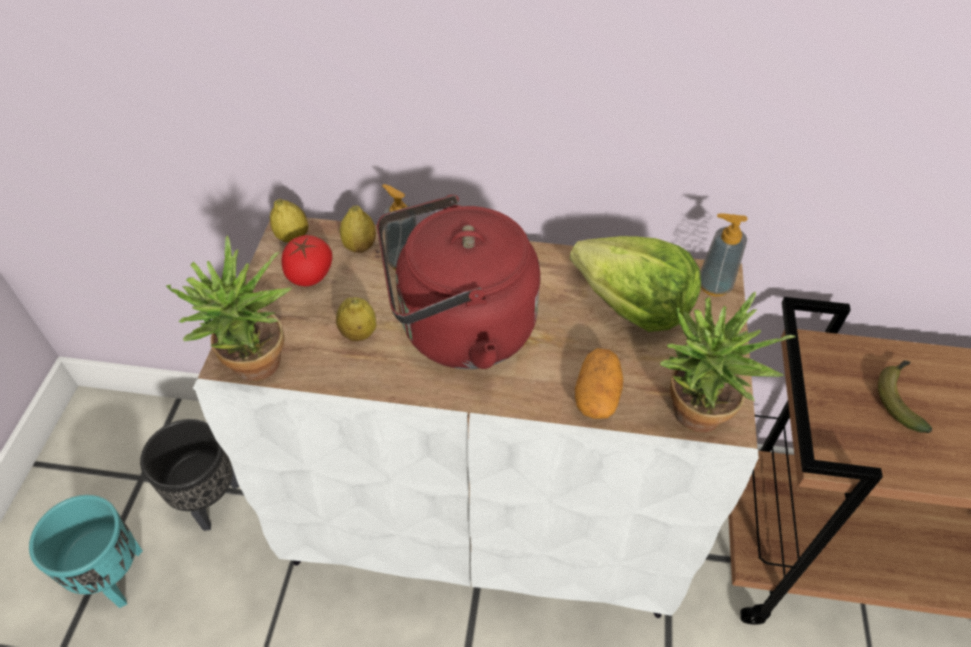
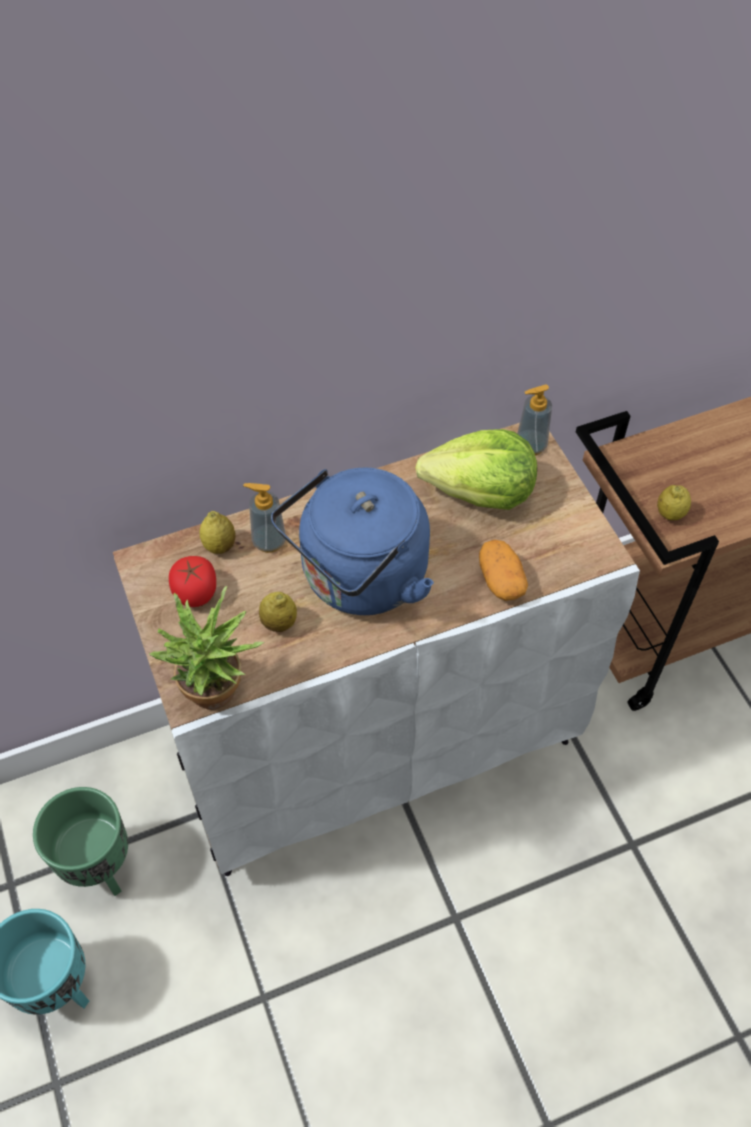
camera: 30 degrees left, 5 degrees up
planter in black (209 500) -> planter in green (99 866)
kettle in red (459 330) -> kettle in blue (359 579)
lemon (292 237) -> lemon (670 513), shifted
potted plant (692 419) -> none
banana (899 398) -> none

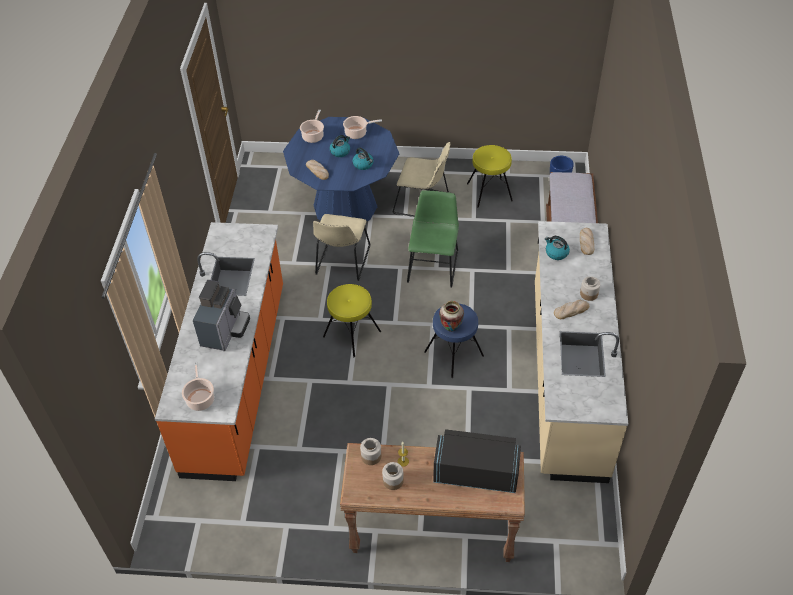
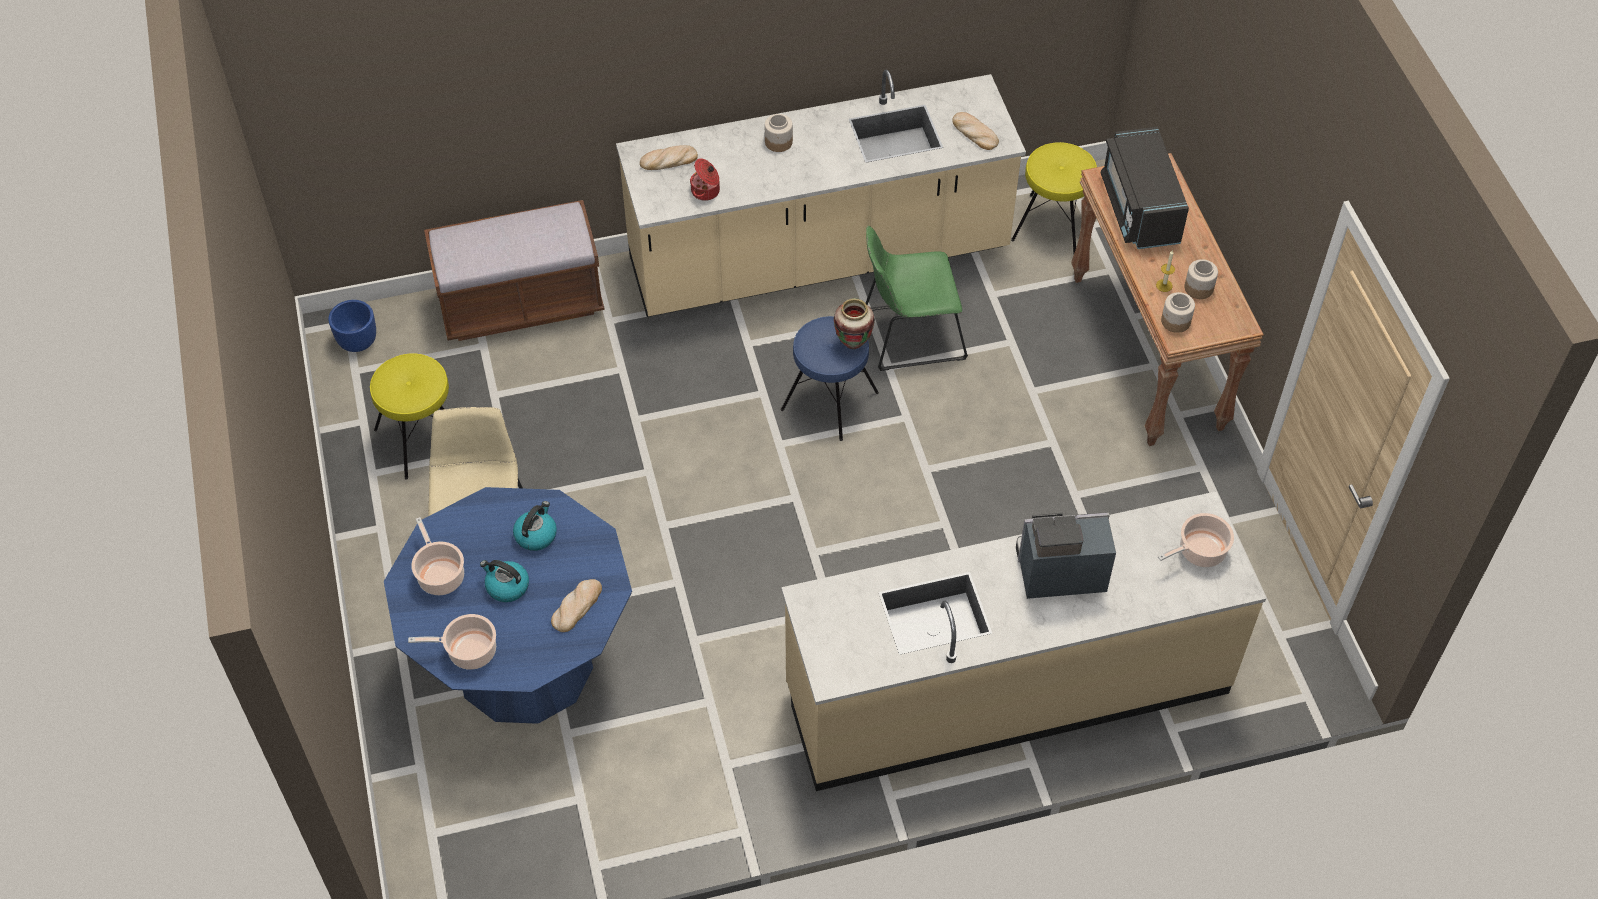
camera: 110 degrees left, 5 degrees up
kettle (556 253) -> cooking pot (706 191)
counter in orange (237 377) -> counter in beige (1006 689)
chair in green (433 264) -> chair in green (909 335), shifted
bread (571 310) -> bread (974 133), shifted
stool in yellow (351 334) -> stool in yellow (1053 226), shifted
chair in beige (342 262) -> none

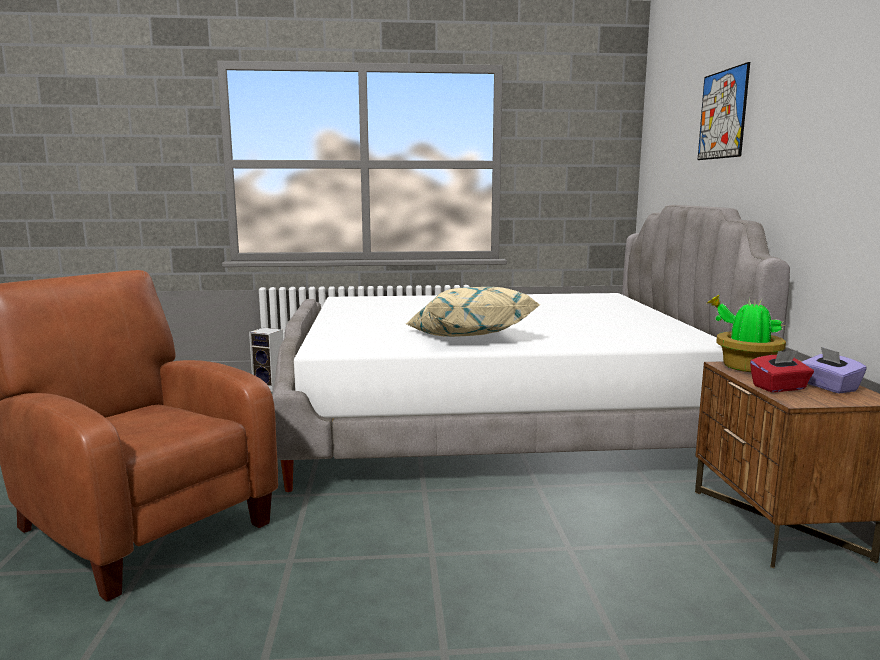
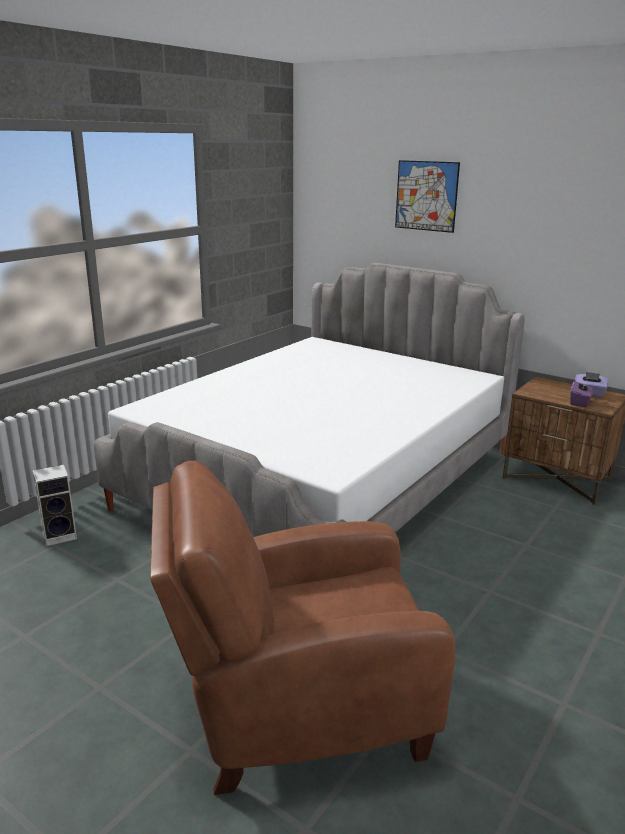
camera: 50 degrees left, 10 degrees up
tissue box in red (779 388) -> tissue box in purple (579 402)
pillow in beige (468 338) -> none
potted plant (744 367) -> none

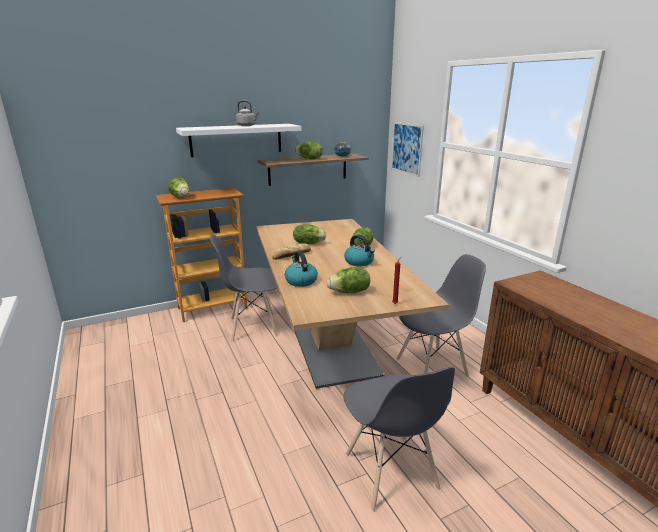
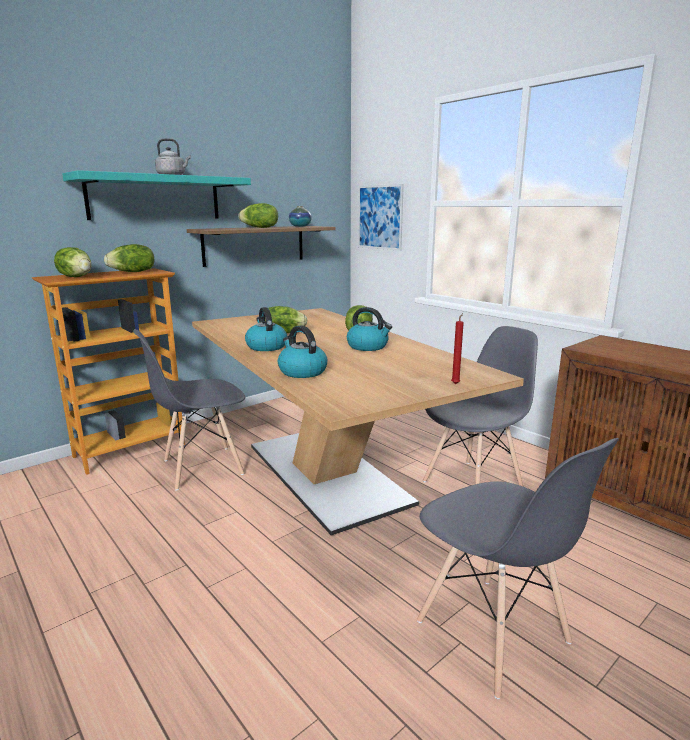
camera: 15 degrees left, 5 degrees down
shelf in white (236 140) -> shelf in turquoise (155 198)
lettuce (350 292) -> lettuce (133 272), shifted
bread (291 255) -> kettle (266 346)

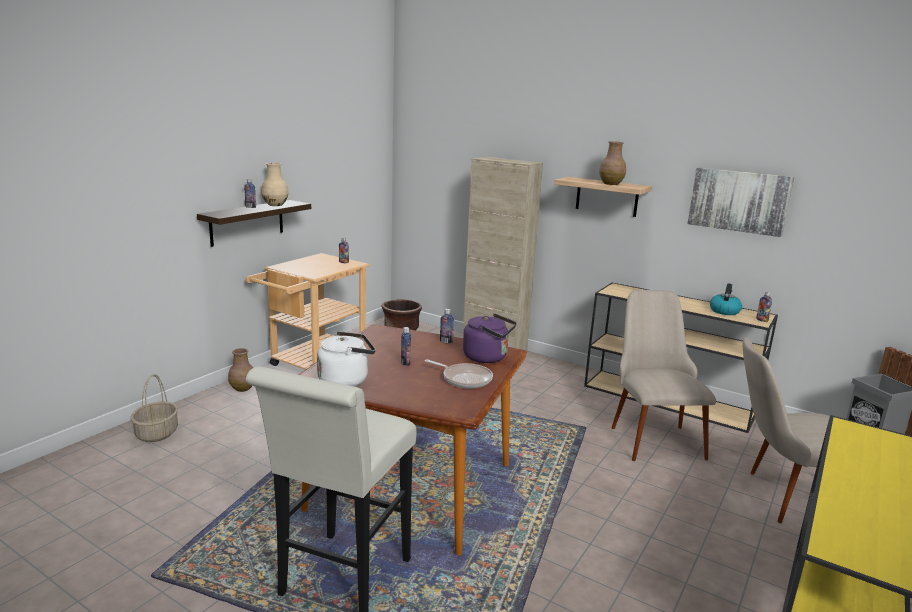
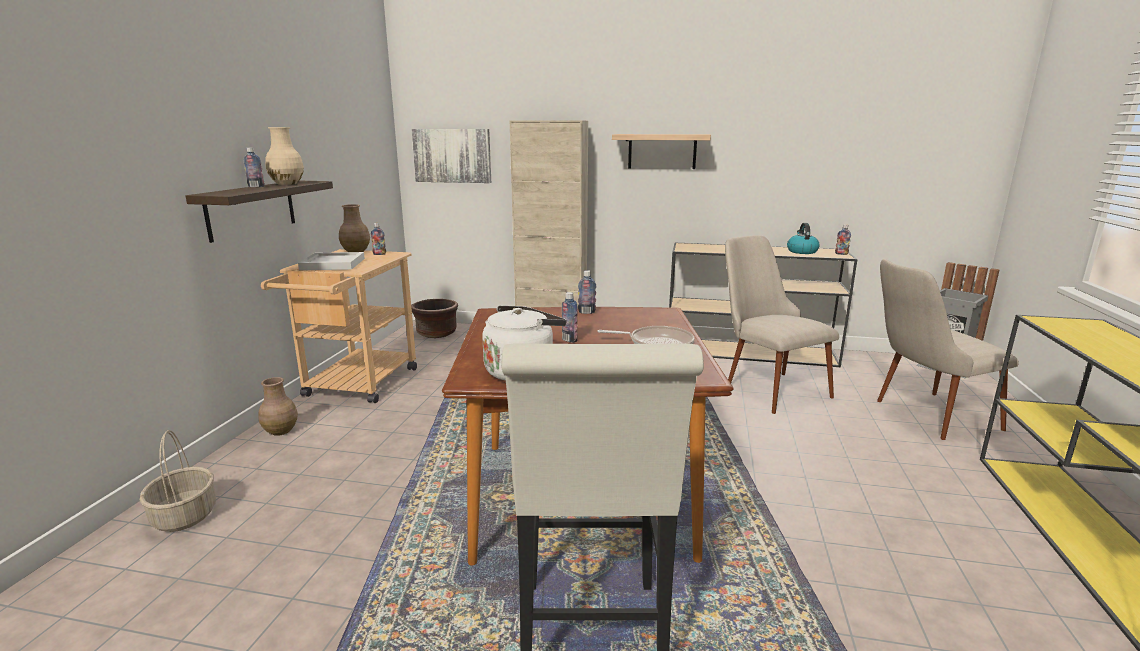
camera: 20 degrees left, 0 degrees up
none -> tray in white (334 264)
vase in brown (611 184) -> vase in brown (356 251), shifted
picture (739 201) -> picture (452 155), shifted
kettle in purple (488 357) -> none

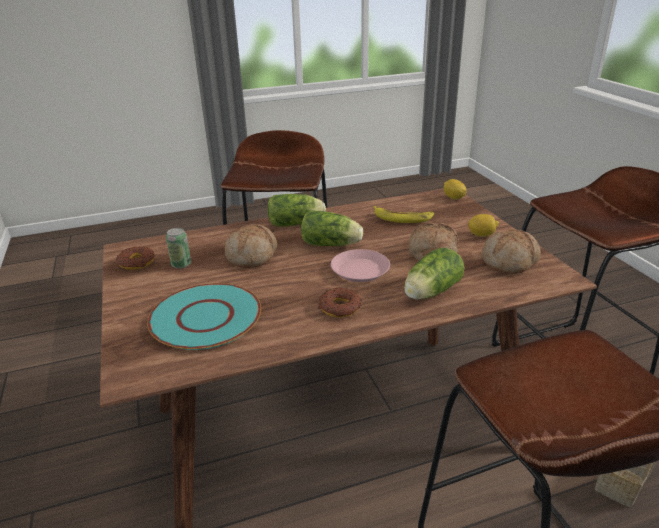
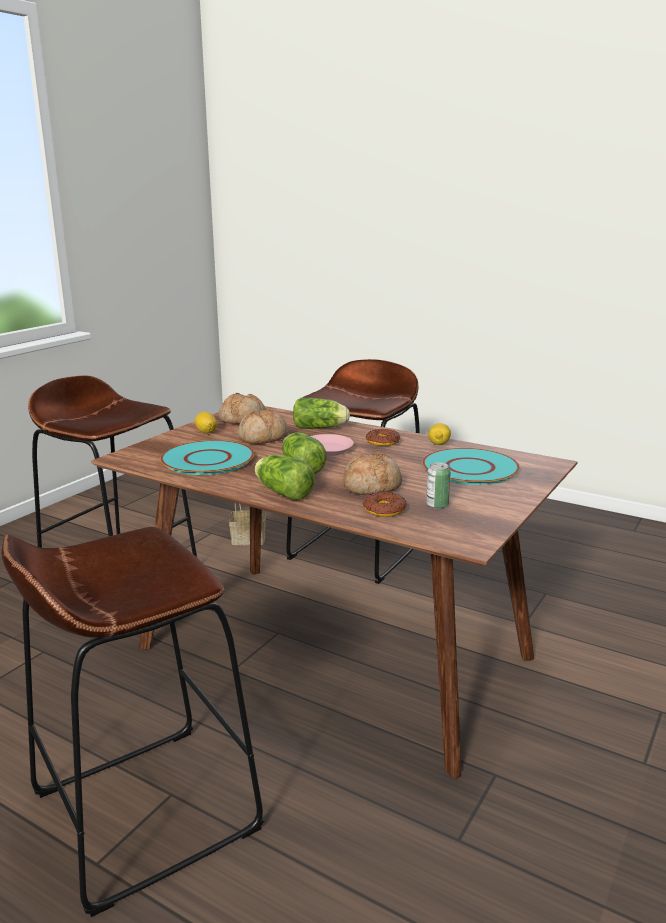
camera: 130 degrees left, 10 degrees down
banana (403 218) -> plate in turquoise (207 459)
donut (137 262) -> donut (384 510), shifted
lemon (453 198) -> lemon (439 444), shifted

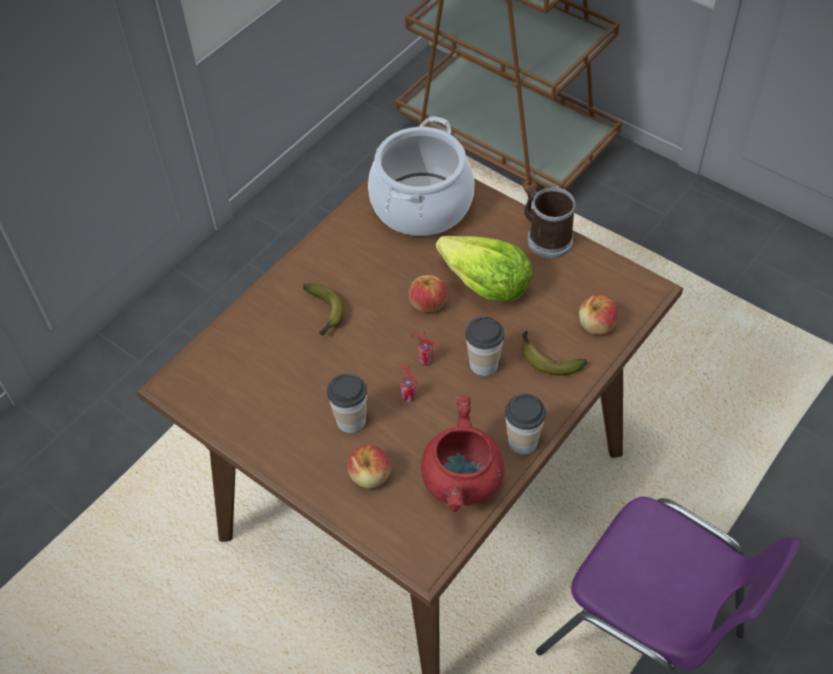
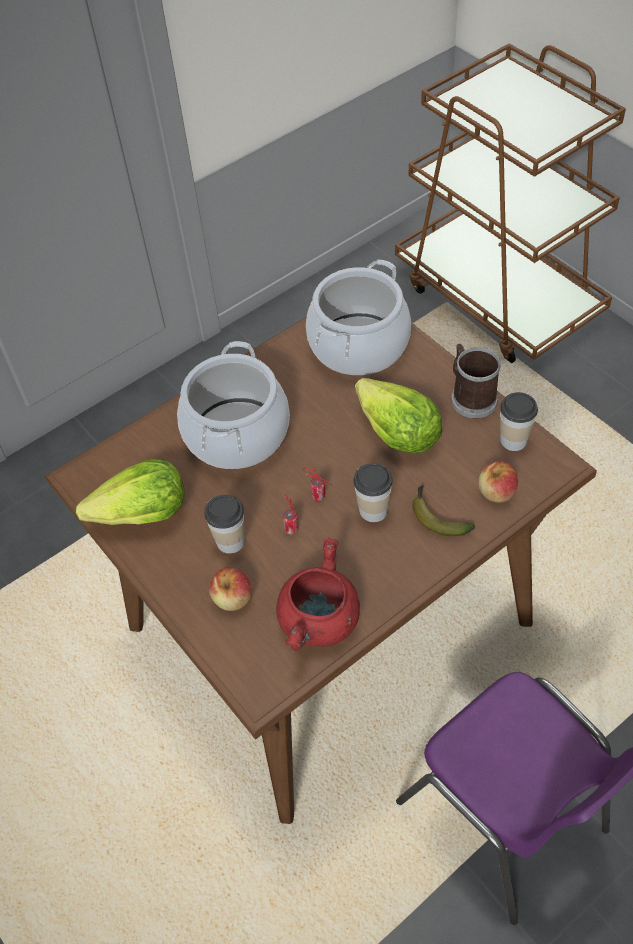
camera: 15 degrees right, 0 degrees up
none -> lettuce (142 515)
banana (324 313) -> cooking pot (236 433)
cup (522 441) -> cup (513 440), shifted
apple (428 303) -> none

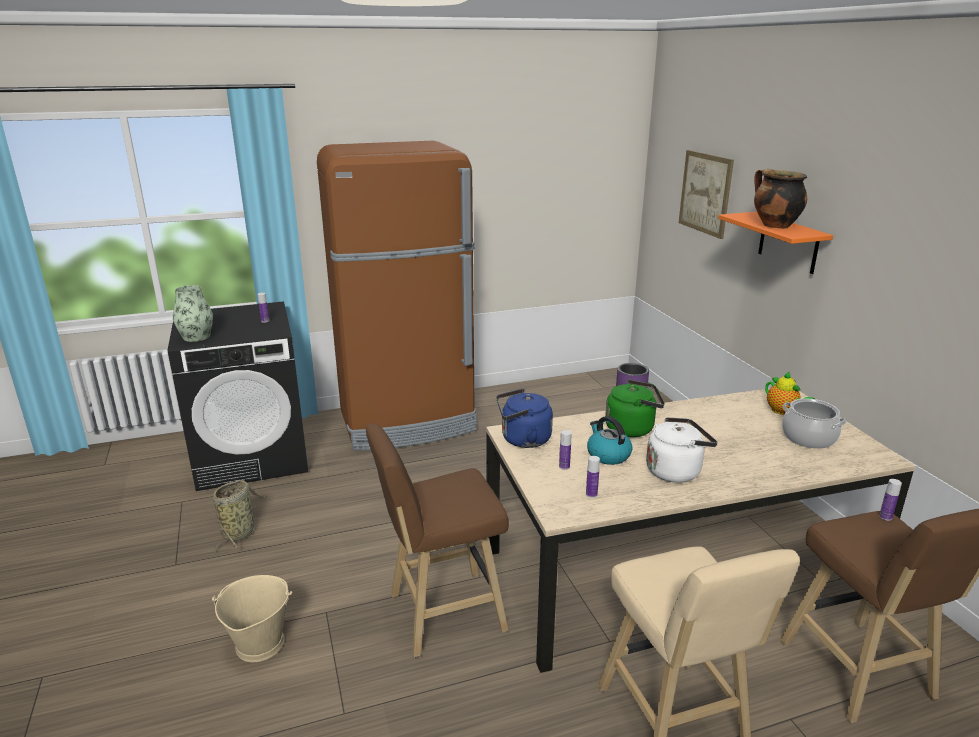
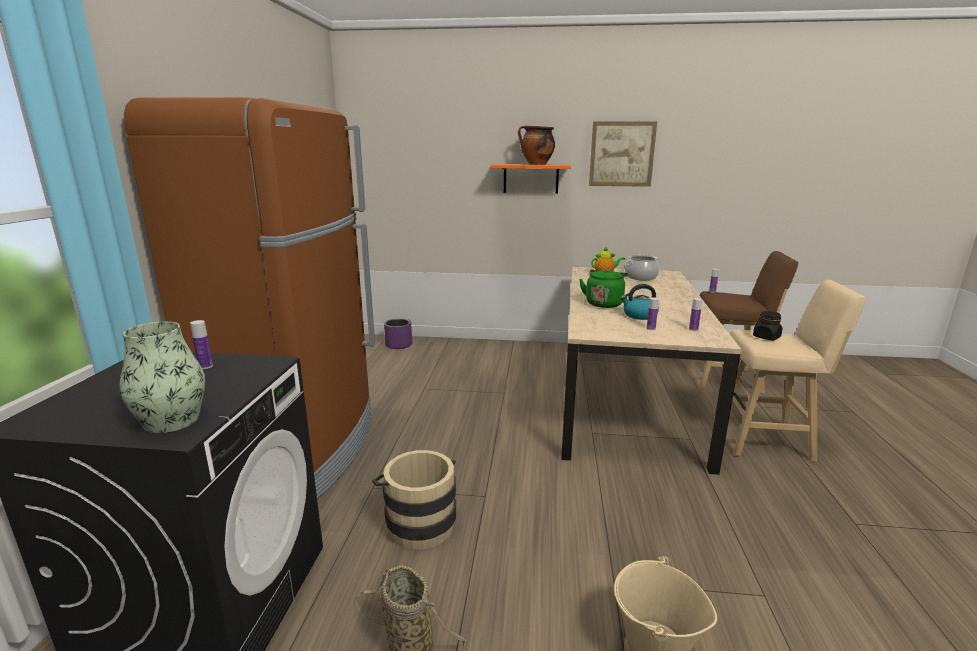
camera: 65 degrees left, 5 degrees down
none -> bucket in beige (418 522)
picture (705 193) -> picture (622 154), shifted
none -> jar in black (766 337)
stool in brown (441 613) -> none
kettle in blue (522 440) -> none
kettle in white (676 471) -> none

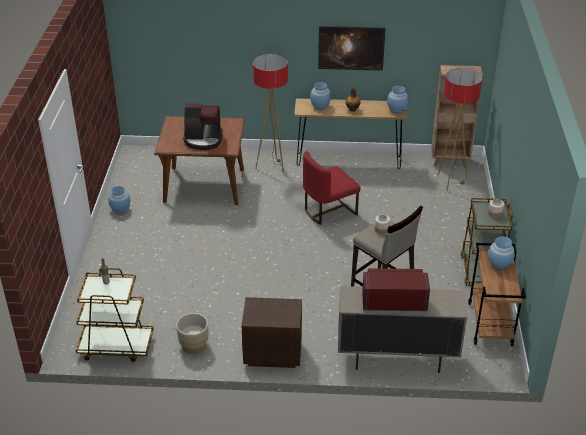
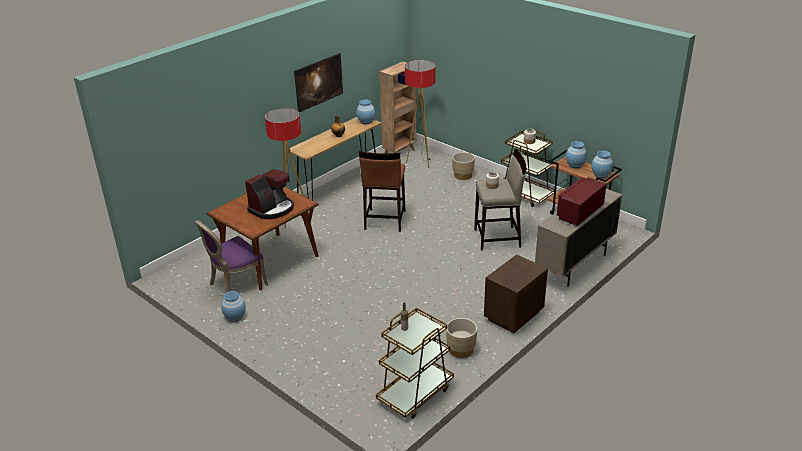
camera: 50 degrees left, 5 degrees down
none -> chair in purple (235 284)
chair in red (329 211) -> stool in brown (384 220)
none -> planter in beige (463 175)
vase in blue (320 106) -> vase in blue (601 175), shifted

